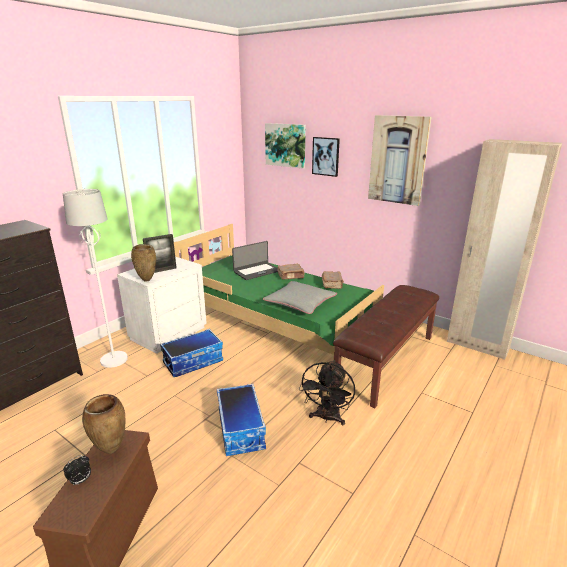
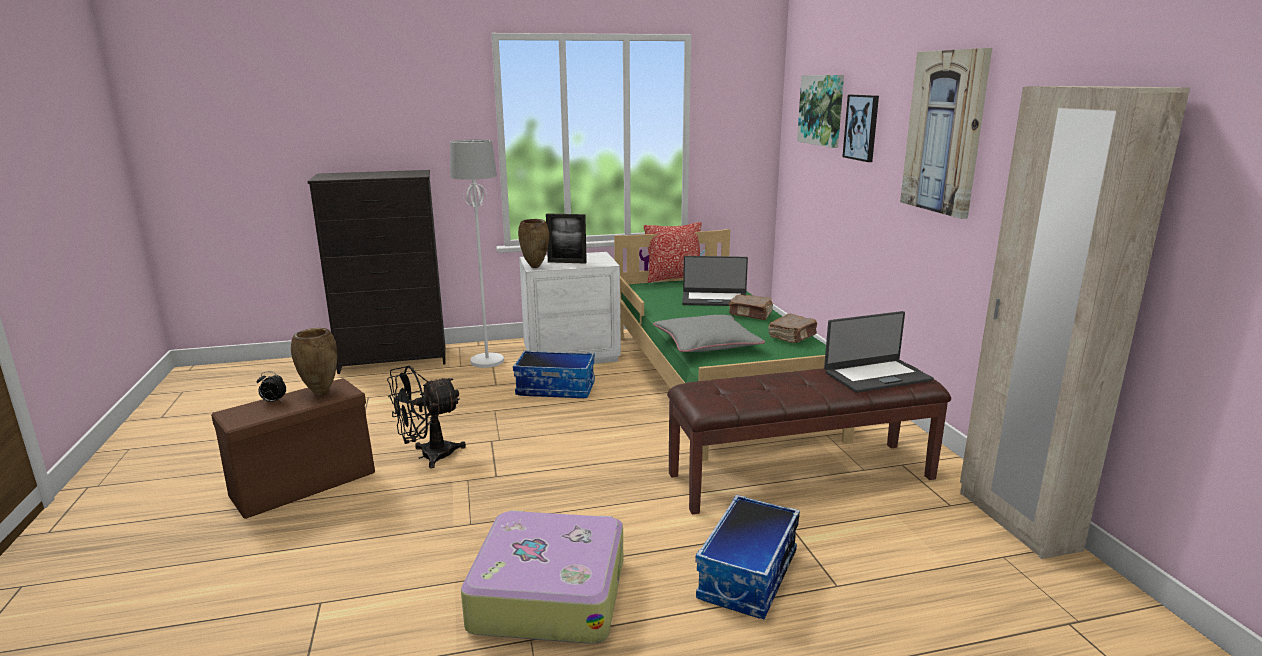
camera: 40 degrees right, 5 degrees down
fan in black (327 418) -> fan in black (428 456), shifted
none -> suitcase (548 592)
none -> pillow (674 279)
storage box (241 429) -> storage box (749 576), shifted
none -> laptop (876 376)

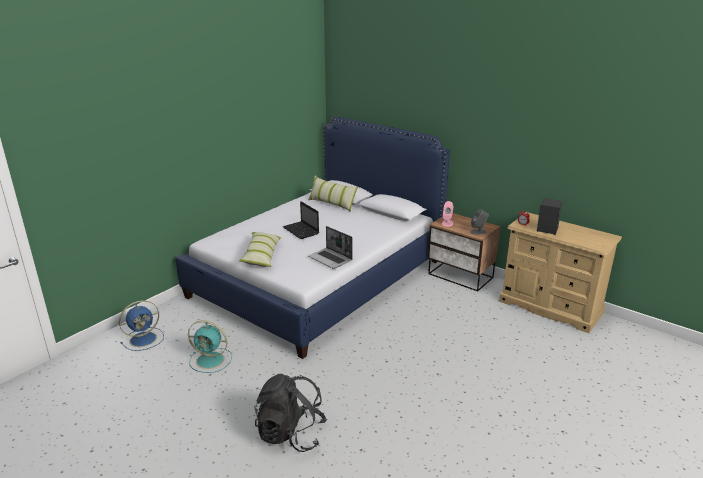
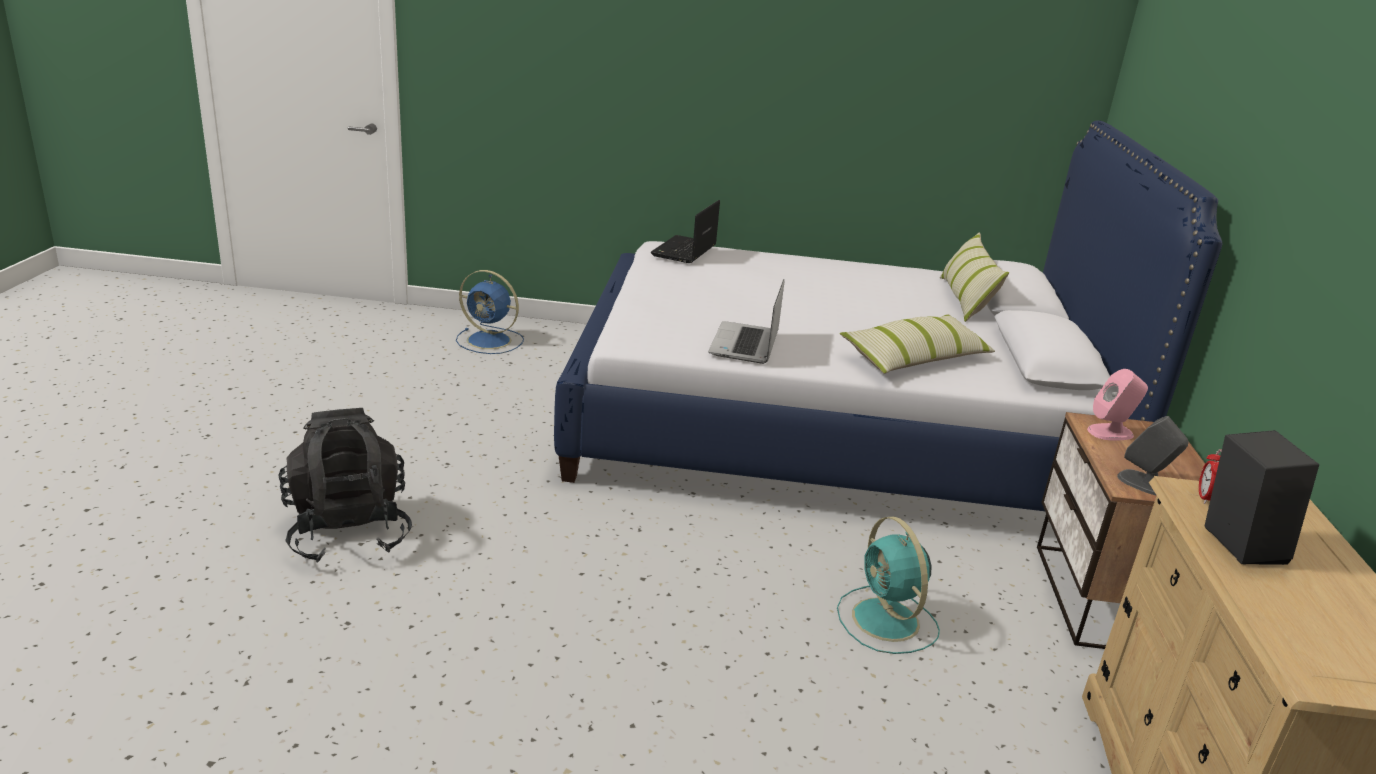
camera: 55 degrees right, 0 degrees up
laptop (301 231) -> laptop (684 251), shifted
fan in turquoise (211 360) -> fan in turquoise (887 621), shifted
pillow (261 255) -> pillow (914 358), shifted

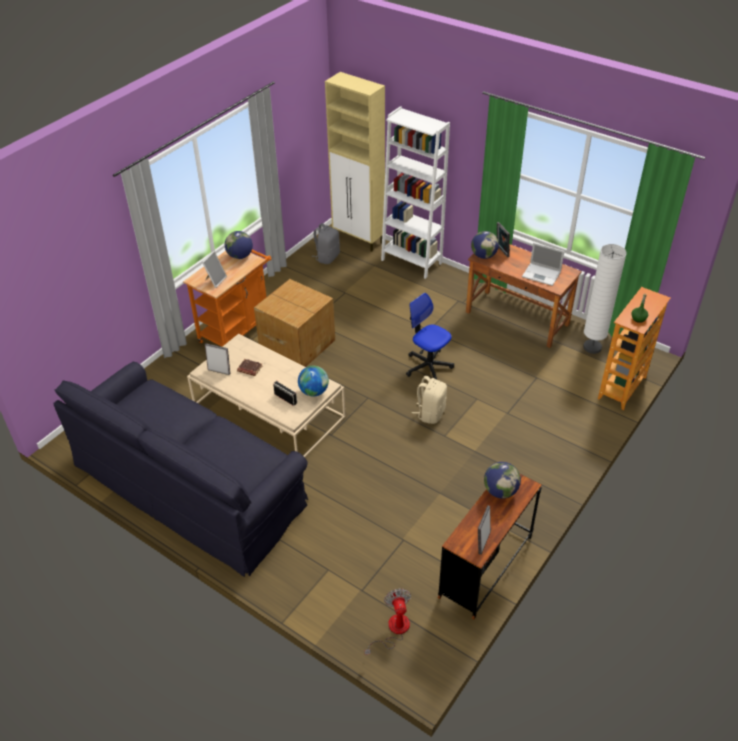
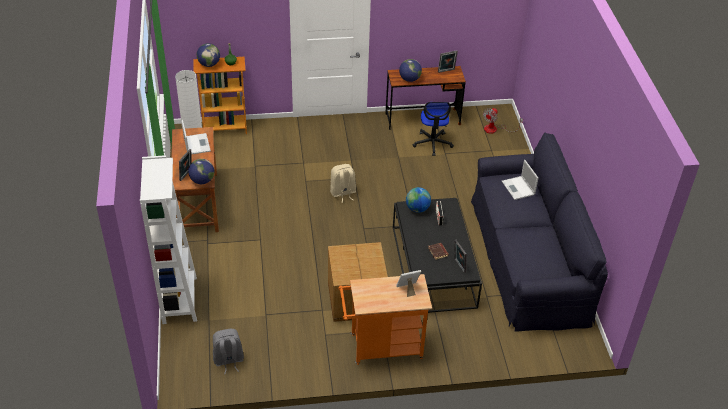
camera: 135 degrees left, 0 degrees up
globe (240 256) -> globe (209 64), shifted
coffee table in beige (268 411) -> coffee table in black (433 267)
office chair (428 366) -> office chair (432 143), shifted
none -> laptop (518 188)
cabinet in beige (359 239) -> none

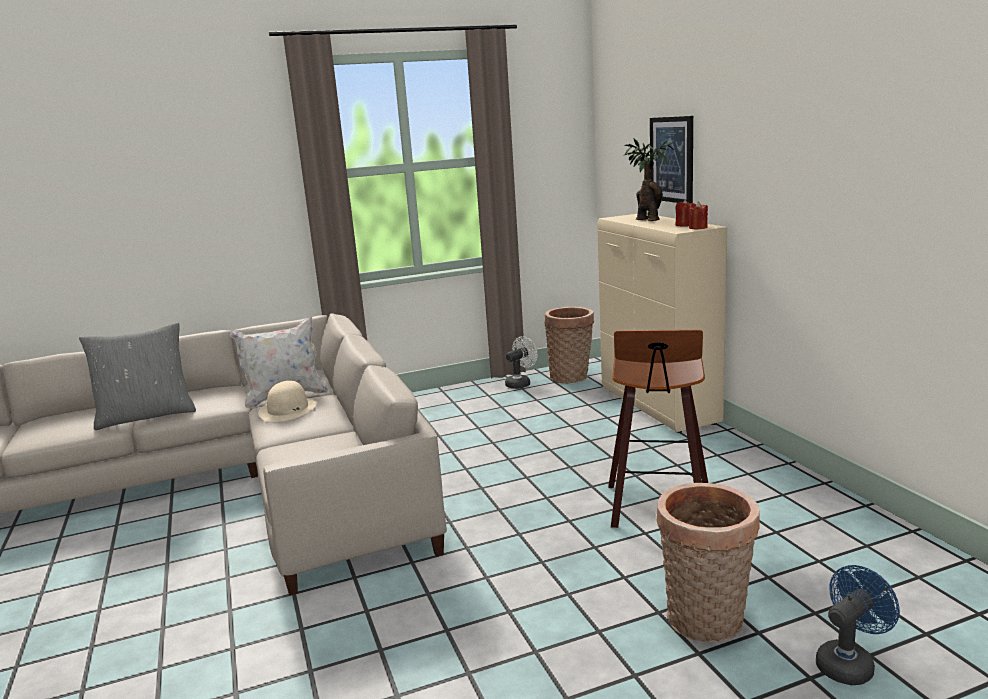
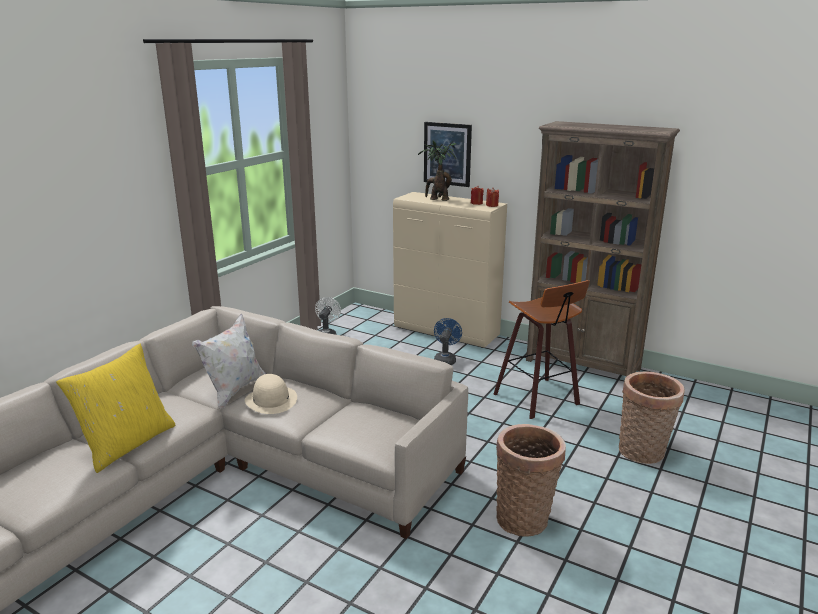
camera: 40 degrees left, 5 degrees up
pillow in grey (147 416) -> pillow in yellow (127 443)
fan in blue (849 663) -> fan in blue (445 359), shifted
basket (571 377) -> basket (524 518), shifted
none -> bookcase in brown (583 365)

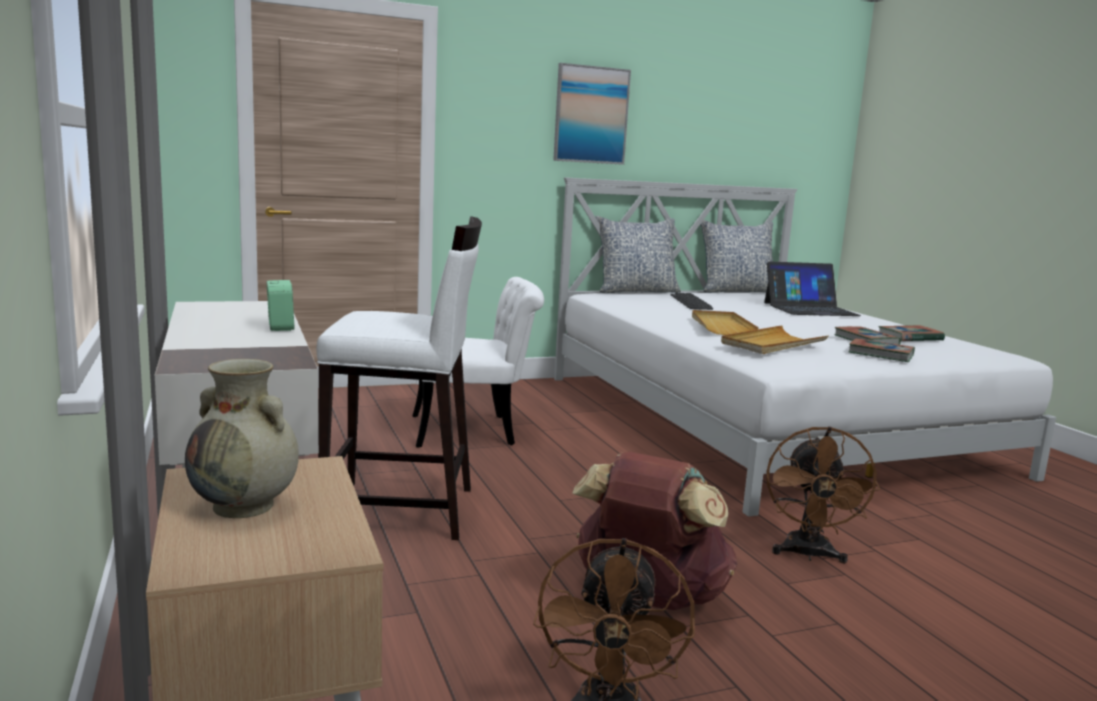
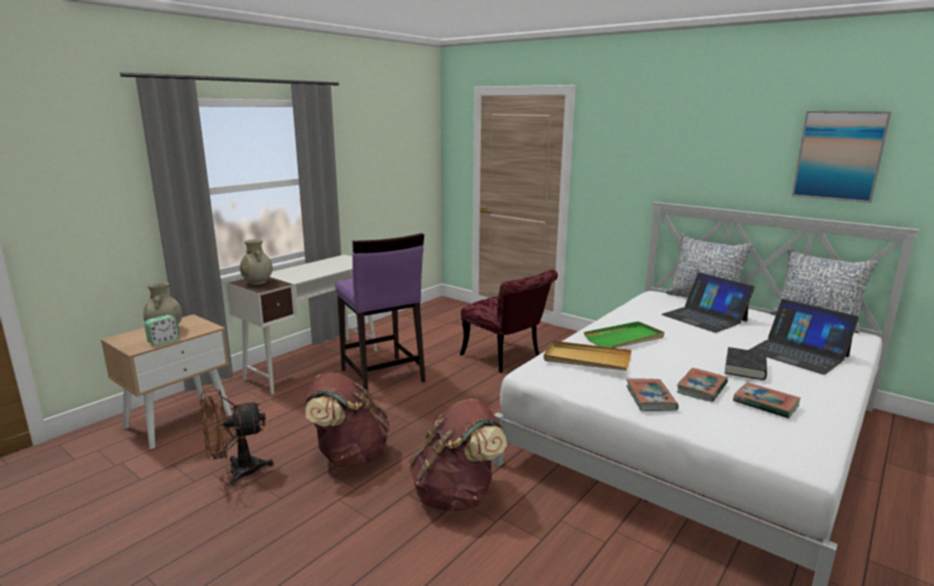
camera: 60 degrees right, 5 degrees up
alarm clock (280 327) -> alarm clock (164 341), shifted
none -> vase in beige (258 282)
stool in white (401 510) -> stool in purple (382 376)
fan in brown (808 555) -> backpack in brown (456 495)
chair in white (476 430) -> chair in red (506 358)
tray in beige (721 326) -> tray in green (624 338)
keyboard (690 302) -> laptop (704 317)
none -> book in black (745 368)
picture (591 115) -> picture (839 156), shifted

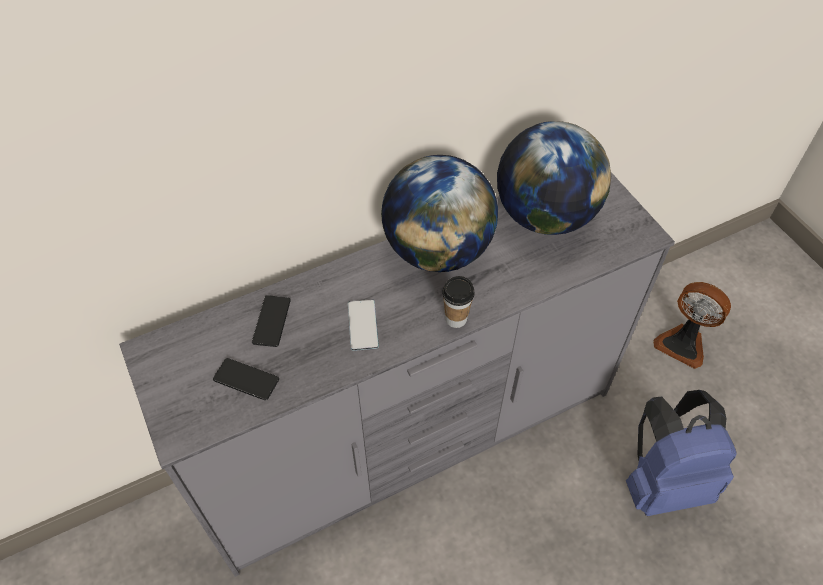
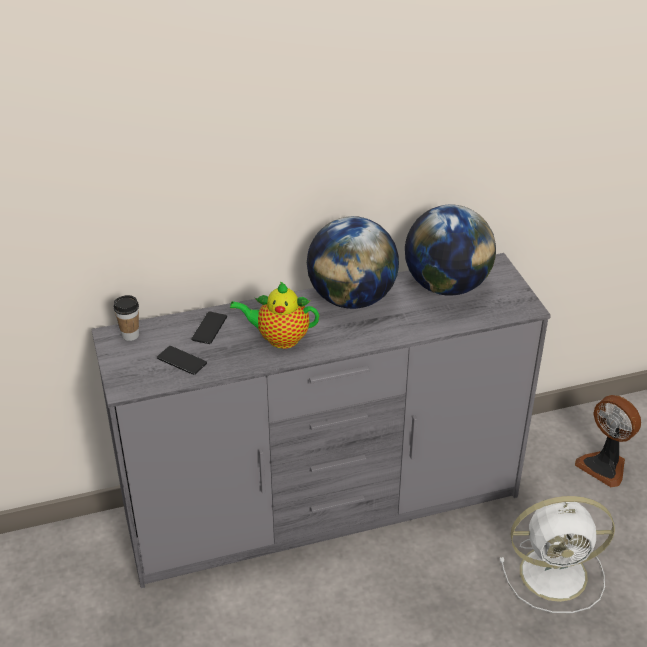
camera: 10 degrees right, 15 degrees down
cup (456 319) -> cup (130 335), shifted
phone (363 325) -> teapot (279 338)
backpack in blue (663 482) -> fan in white (556 573)

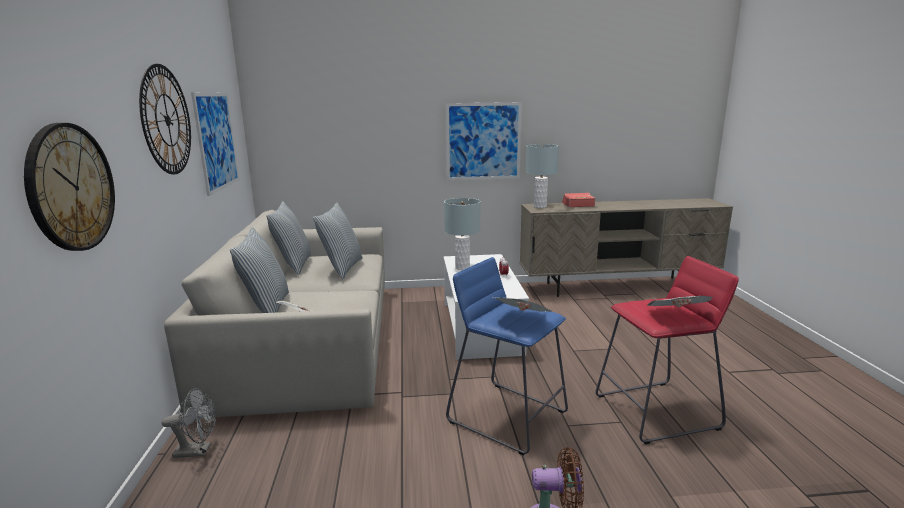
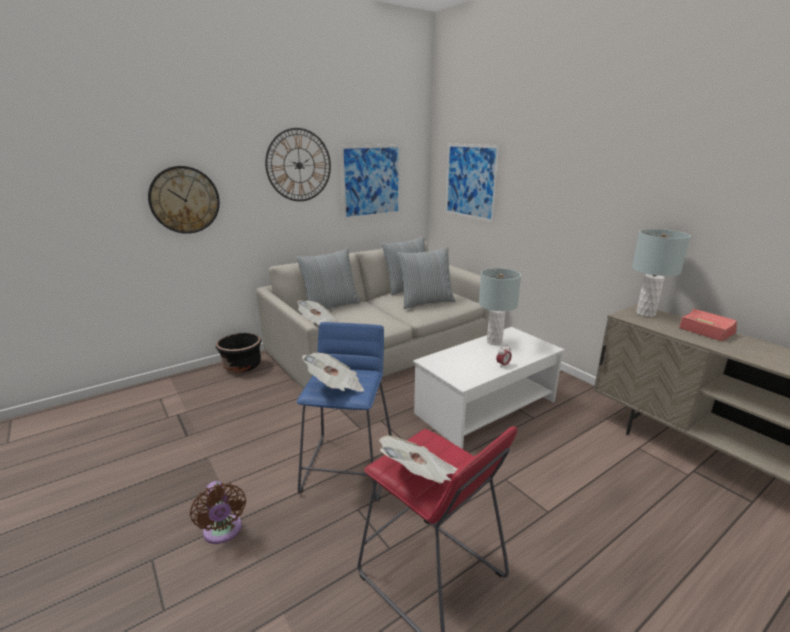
camera: 60 degrees right, 5 degrees up
fan in grey (198 451) -> planter in black (242 366)
picture (483 141) -> picture (470 181), shifted

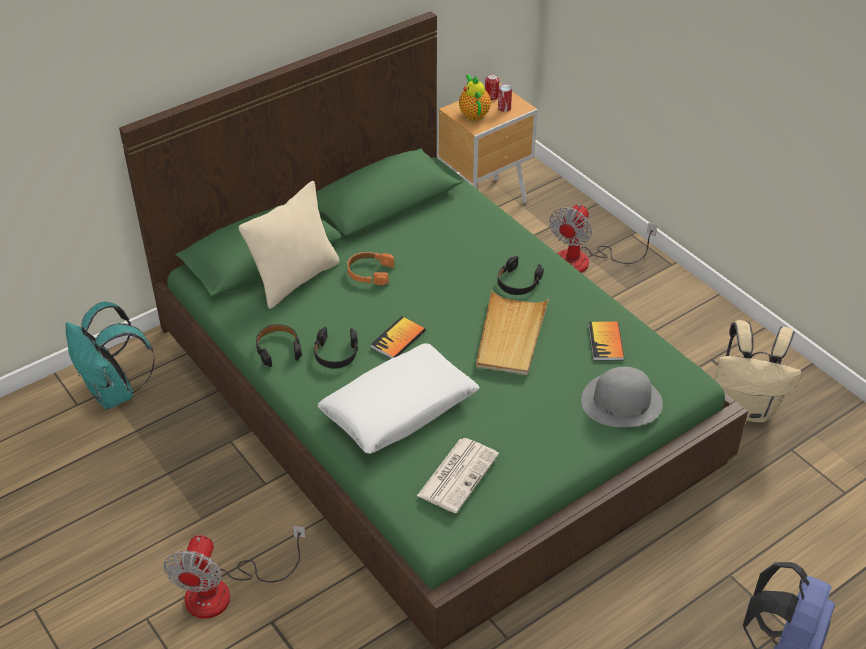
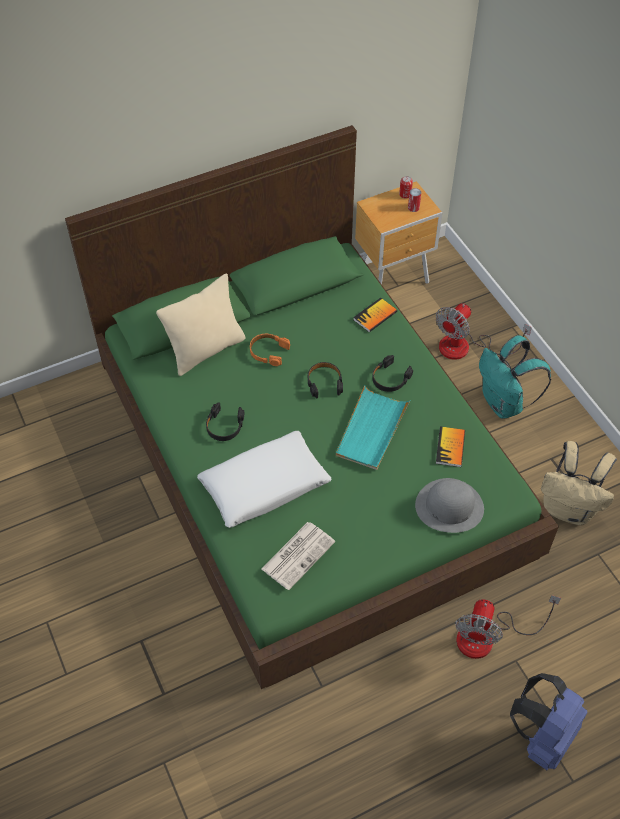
camera: 10 degrees right, 10 degrees up
headphones in black (278 349) -> headphones in black (324 382), shifted
tray in beige (510 336) -> tray in turquoise (371 430)
book (398 339) -> book (375 316), shifted
fan (224 591) -> fan (487 637), shifted
backpack in turquoise (114 392) -> backpack in turquoise (504 404), shifted
teapot (474 113) -> none

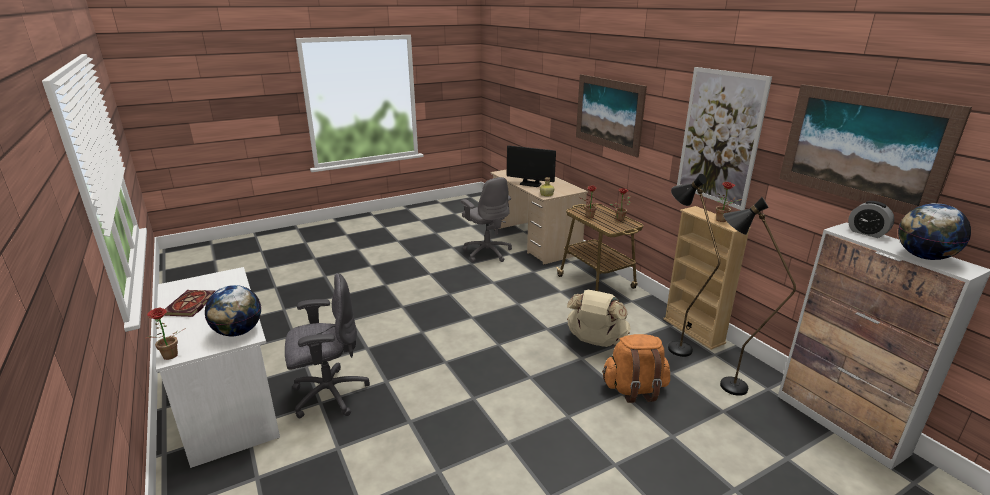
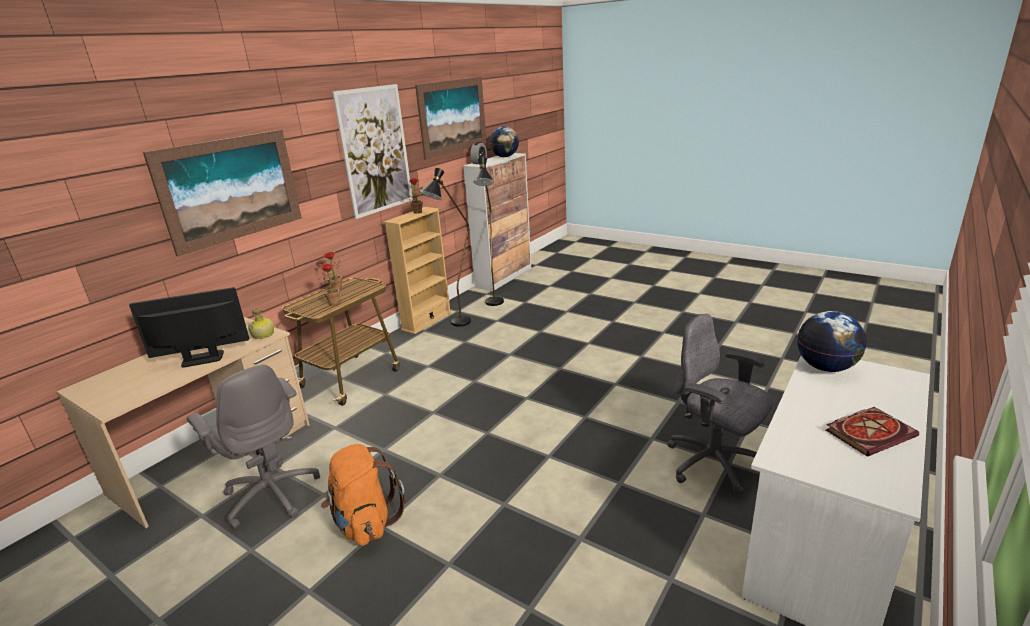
camera: 115 degrees left, 0 degrees up
monitor (530 184) -> monitor (202 359), 105 degrees counterclockwise
office chair in grey (487 252) -> office chair in grey (271 494), 105 degrees clockwise
backpack in orange (634 389) -> backpack in orange (365 523), shifted
potted plant (169 357) -> none
backpack in beige (595 341) -> none

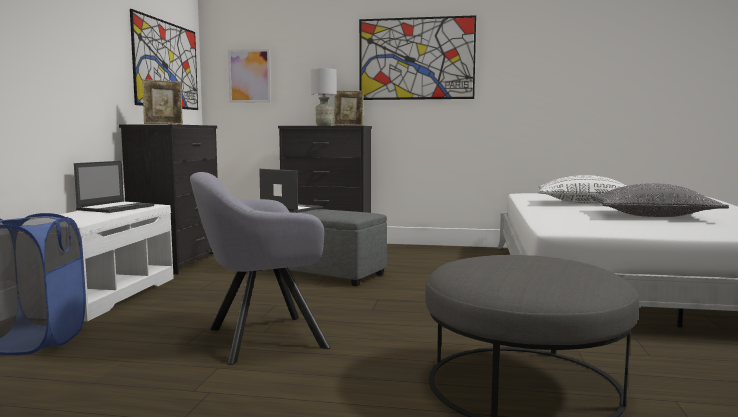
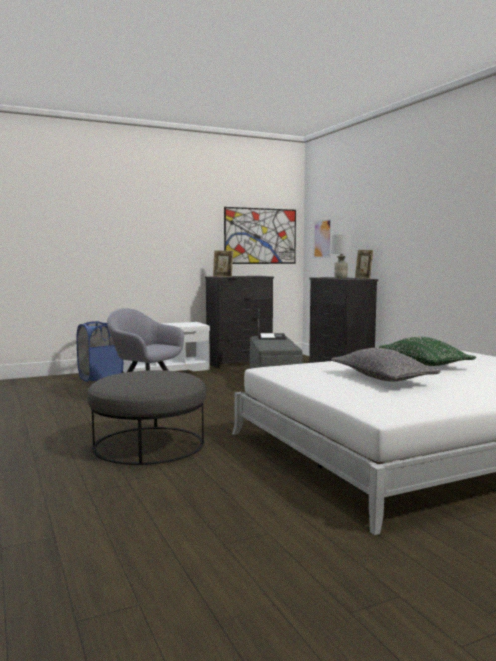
camera: 55 degrees right, 0 degrees up
pillow in white (585 203) -> pillow in green (424 363)
laptop (116 208) -> none
picture (416 58) -> none

